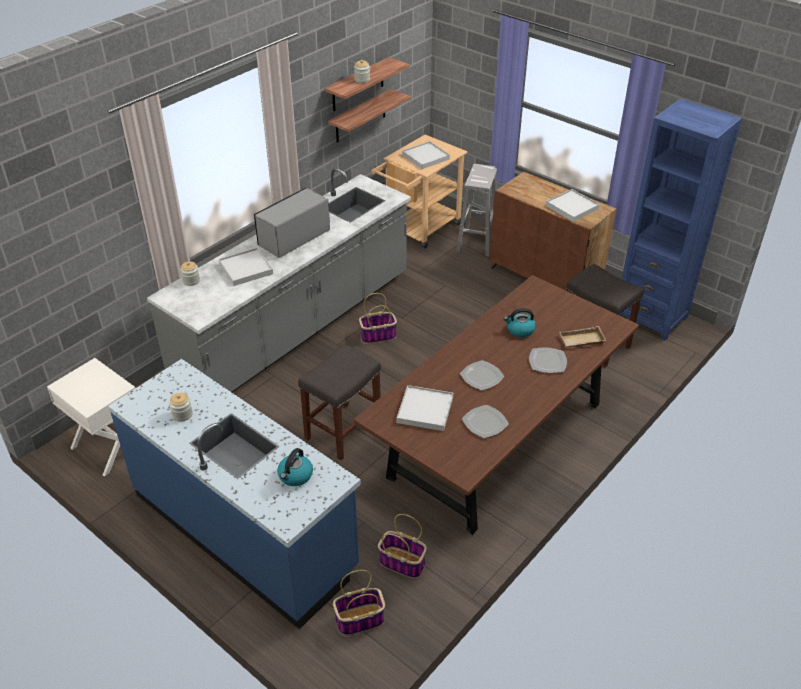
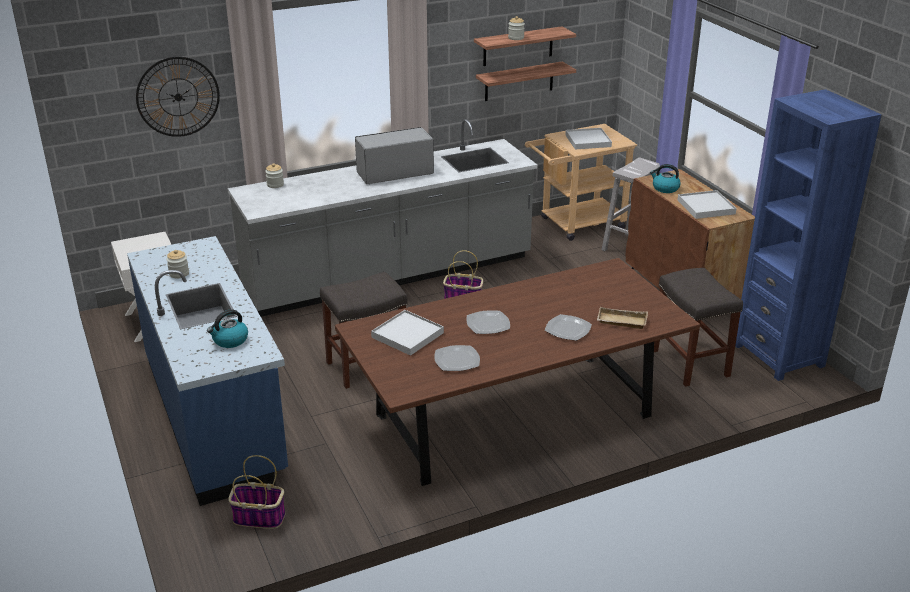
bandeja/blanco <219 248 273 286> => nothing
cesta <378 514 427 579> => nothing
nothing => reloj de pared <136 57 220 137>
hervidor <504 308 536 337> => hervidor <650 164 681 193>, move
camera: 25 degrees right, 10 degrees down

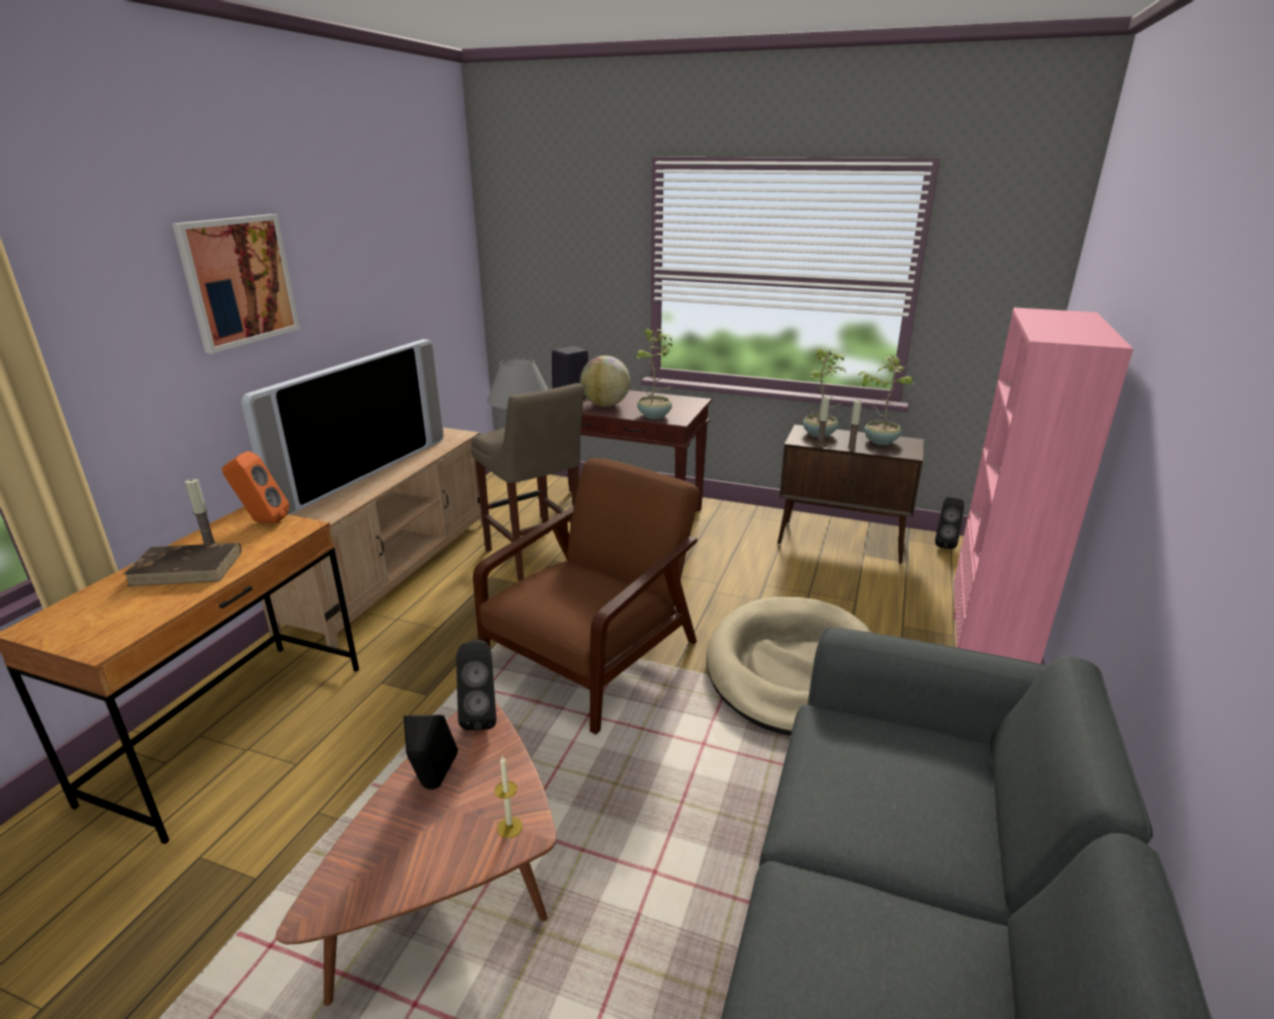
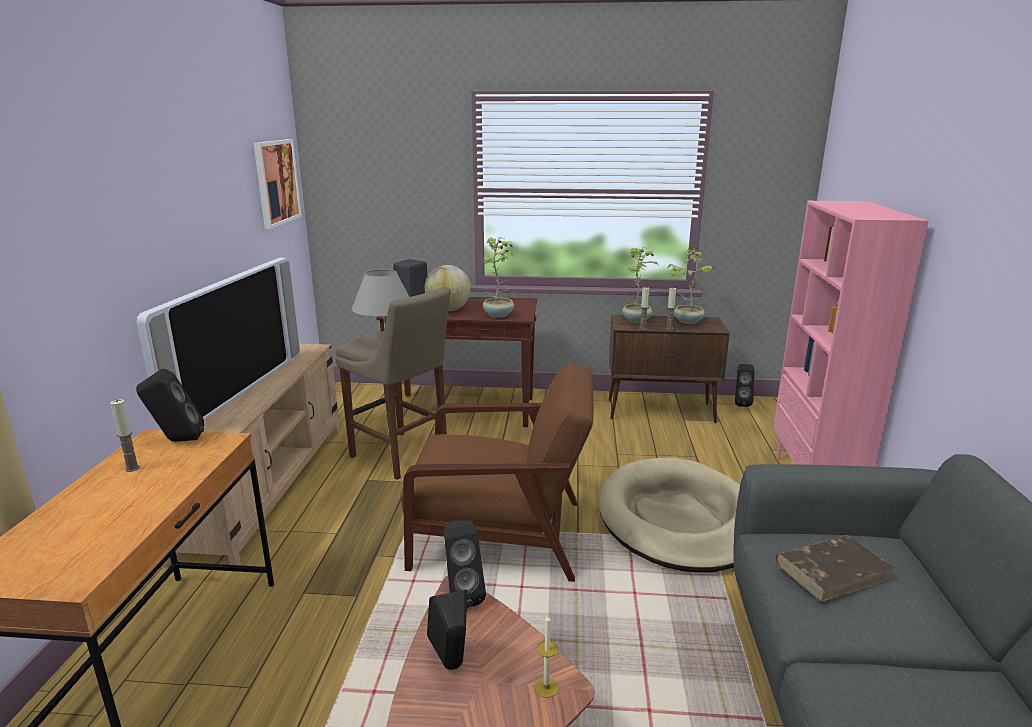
libro/marrón <123 543 241 586> => libro/marrón <776 535 895 602>, move
cuadro <172 214 300 354> => cuadro <254 139 302 229>, move
altavoz/naranja <222 451 289 523> => altavoz/negro <136 368 204 442>
sillón/marrón <473 458 700 735> => sillón/marrón <401 364 594 582>, 75 degrees clockwise
camera: 15 degrees left, 5 degrees down

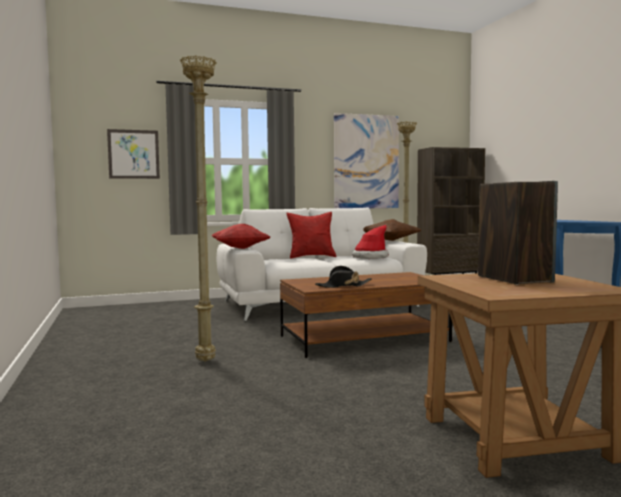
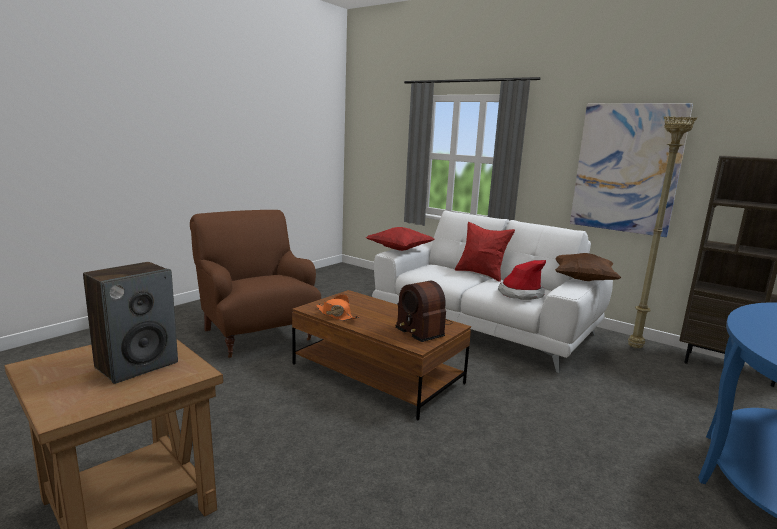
cuadro <107 129 160 179> => nothing
nothing => radio <395 281 453 342>
lámpara de pie/beis <180 55 217 362> => sillón/marrón <190 210 321 358>
sombrero/negro <315 266 372 288> => sombrero/naranja <316 294 360 321>
camera: 55 degrees right, 10 degrees up

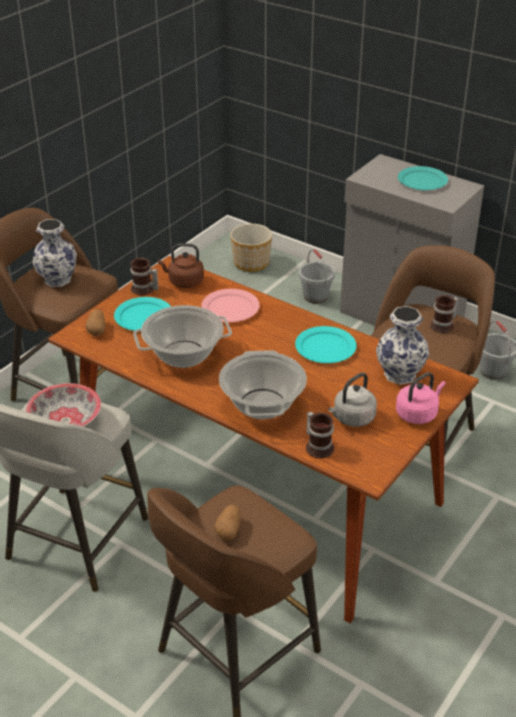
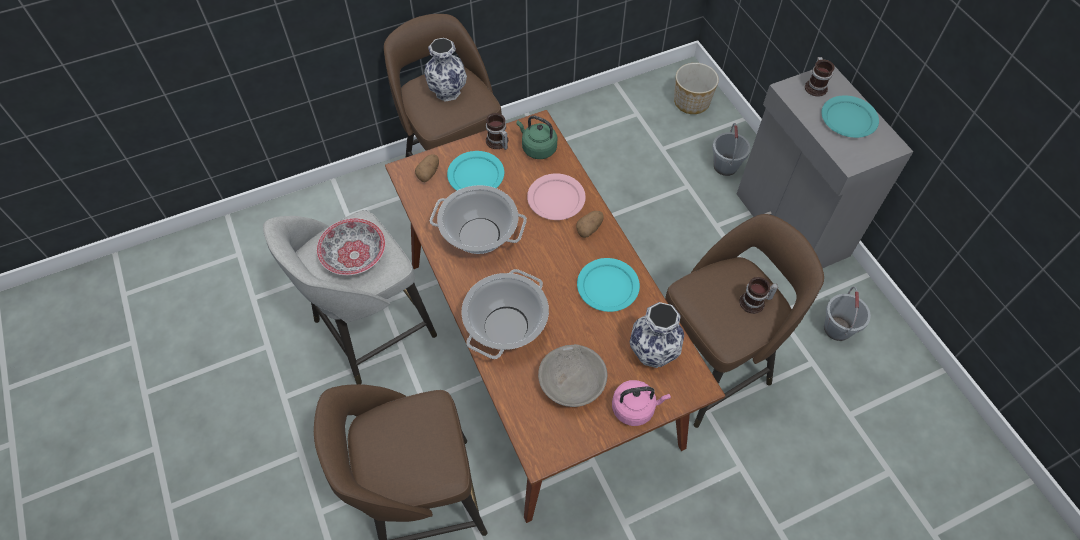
patata <215 505 240 541> => patata <576 211 604 238>, move
taza grande <306 411 334 458> => taza grande <805 57 835 97>, move
hervidor/gris <328 373 377 427> => cuenco/gris <538 344 607 407>
hervidor/marrón <158 243 204 288> => hervidor/verde <516 115 557 159>
camera: 30 degrees right, 20 degrees up

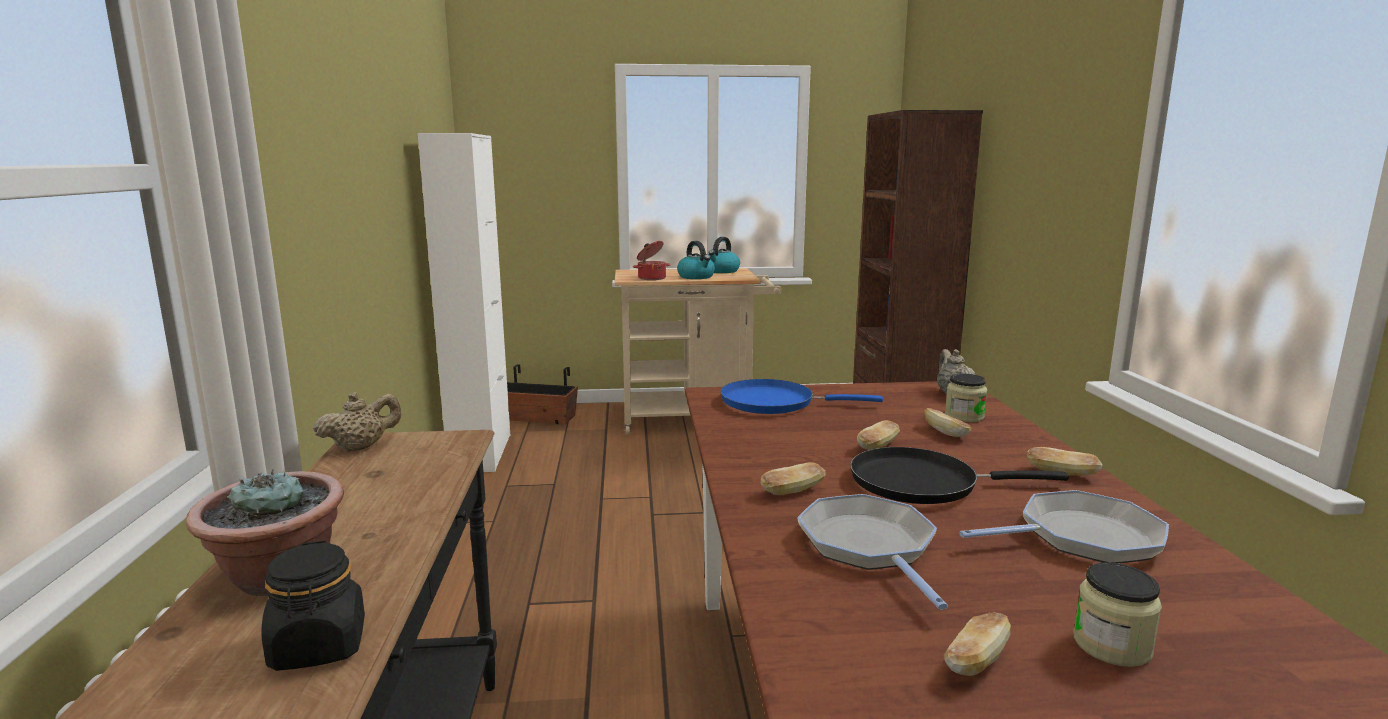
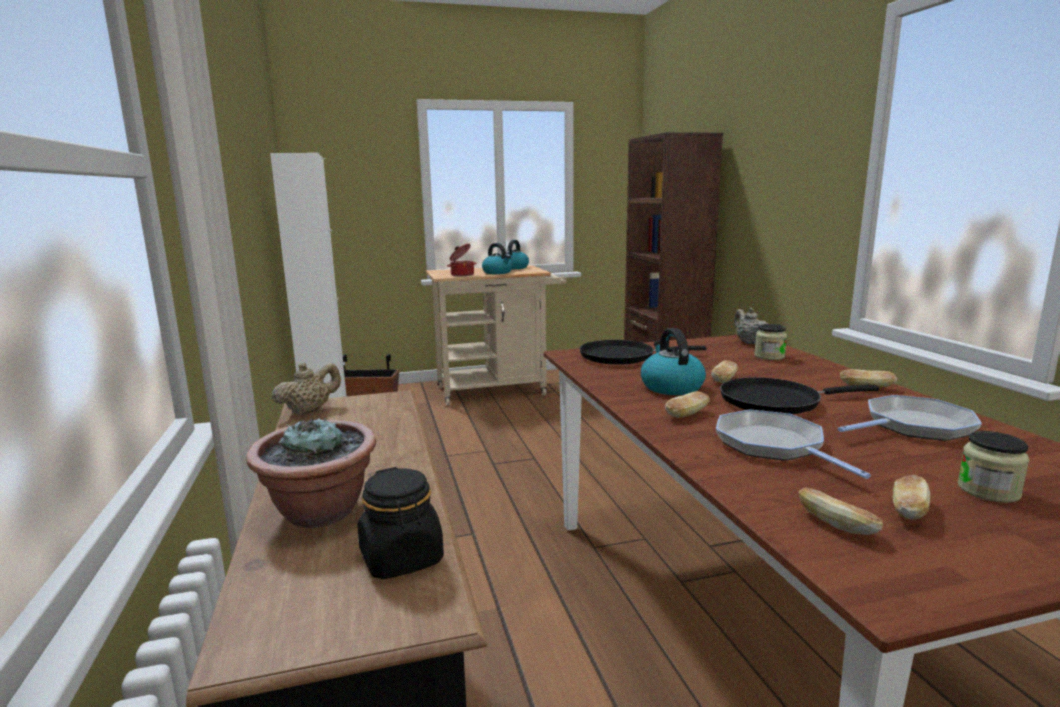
nothing => hervidor <641 328 706 395>
pan <924 408 971 437> => pan <799 487 883 535>, move
sartén/azul <720 379 883 414> => sartén/negro <580 340 706 365>
camera: 10 degrees left, 0 degrees up

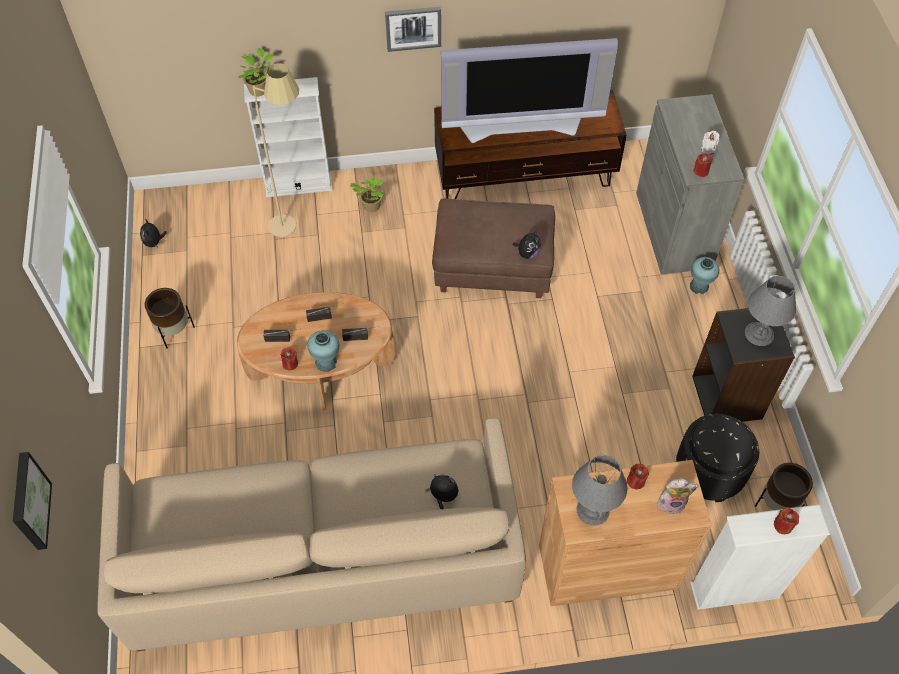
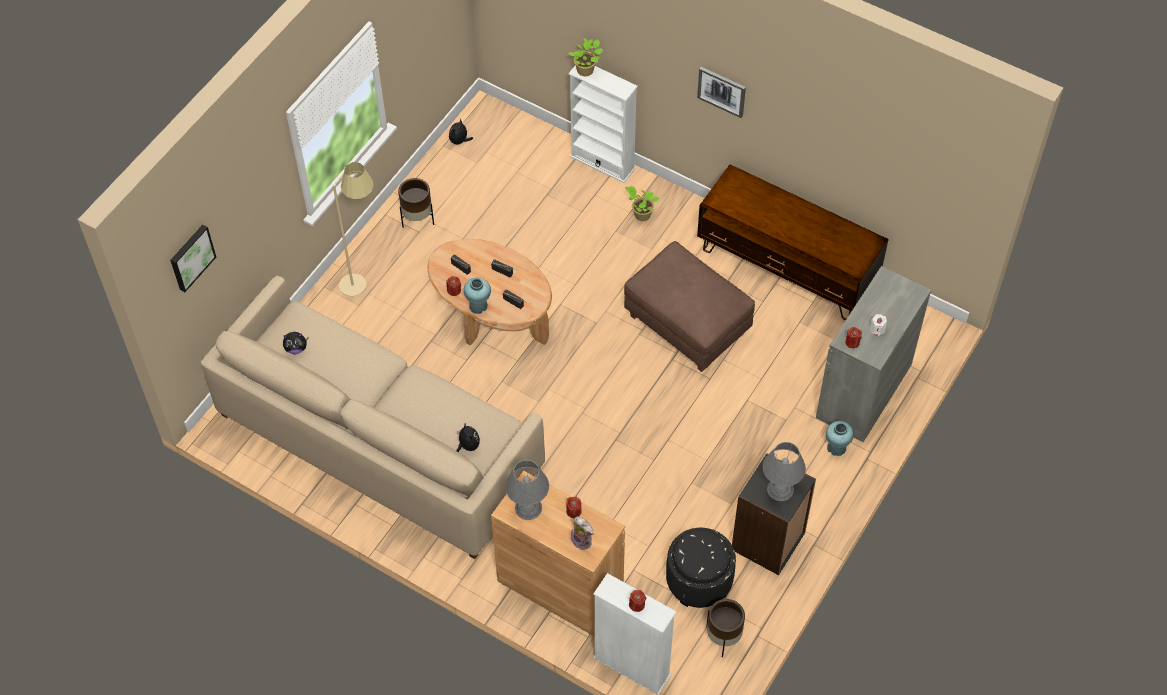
televisor <441 38 618 143> => nothing
lámpara de pie/beis <252 63 299 237> => lámpara de pie/beis <333 162 374 296>, move
peluche <513 231 541 259> => peluche <283 332 308 354>, move
camera: 40 degrees right, 0 degrees up

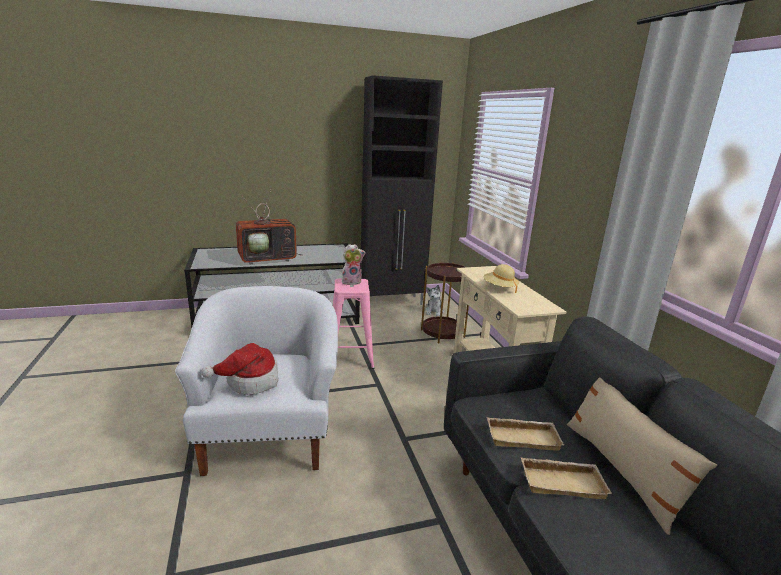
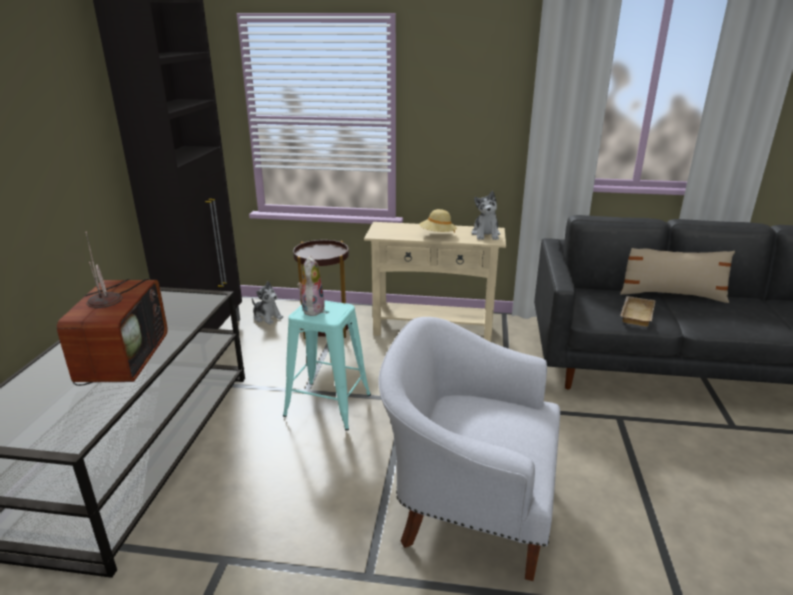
sombrero <201 343 279 394> => nothing
bandeja/beis <521 457 612 499> => nothing
nothing => peluche <471 191 500 240>
taburete/rosa <333 278 374 369> => taburete/turquesa <283 300 371 431>
camera: 65 degrees left, 5 degrees up

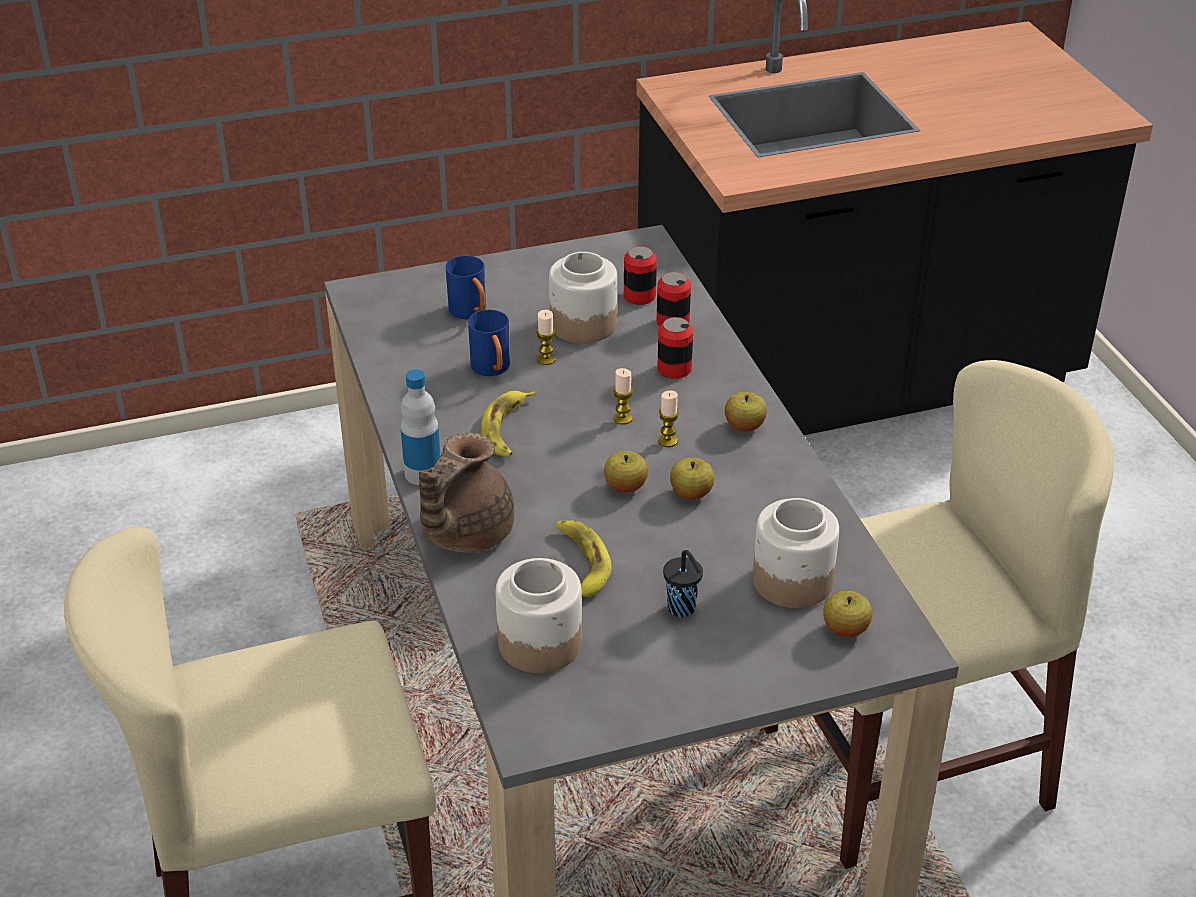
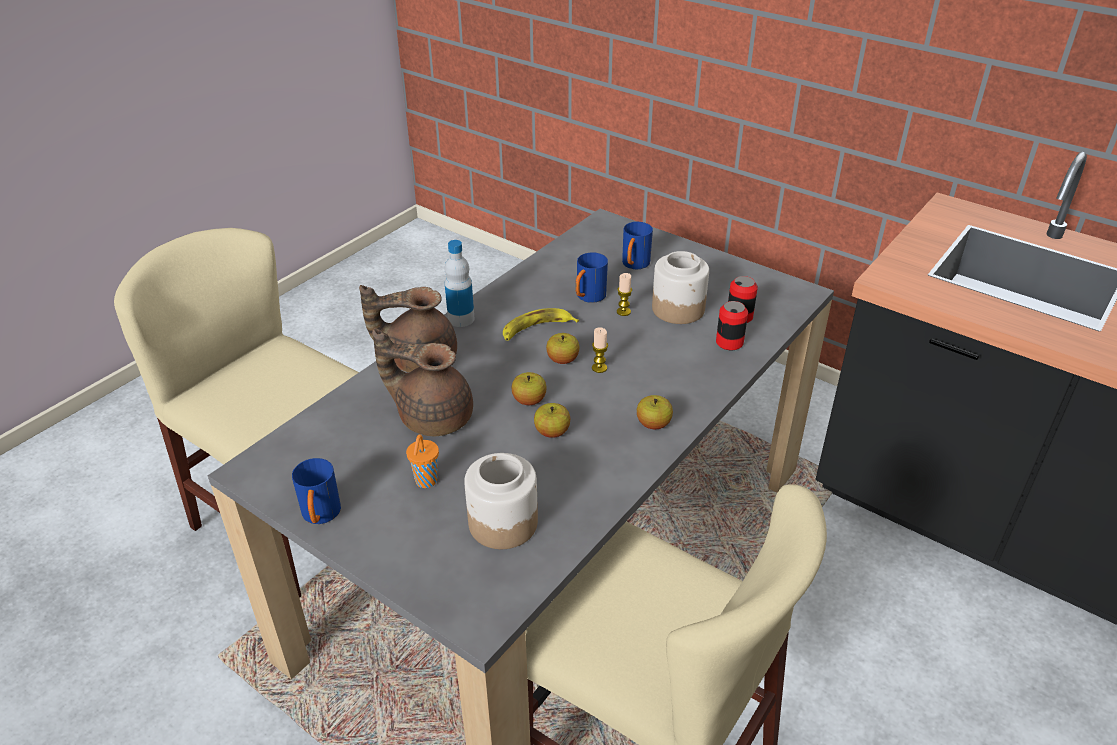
tarro <496 558 582 673> => nothing
lata <657 317 693 379> => nothing
vela <658 391 679 447> => nothing
nothing => taza grande/azul <292 458 341 524>
manzana <823 591 872 637> => manzana <546 333 579 364>, move
plátano <556 520 612 597> => tetera/marrón <372 328 473 436>
taza/negro <663 550 703 617> => taza/naranja <406 434 439 488>
camera: 55 degrees right, 0 degrees up

